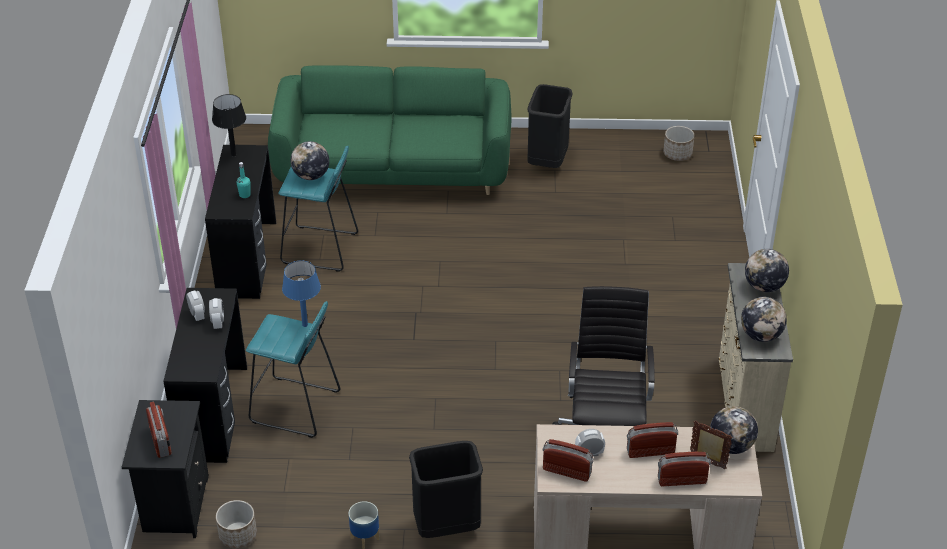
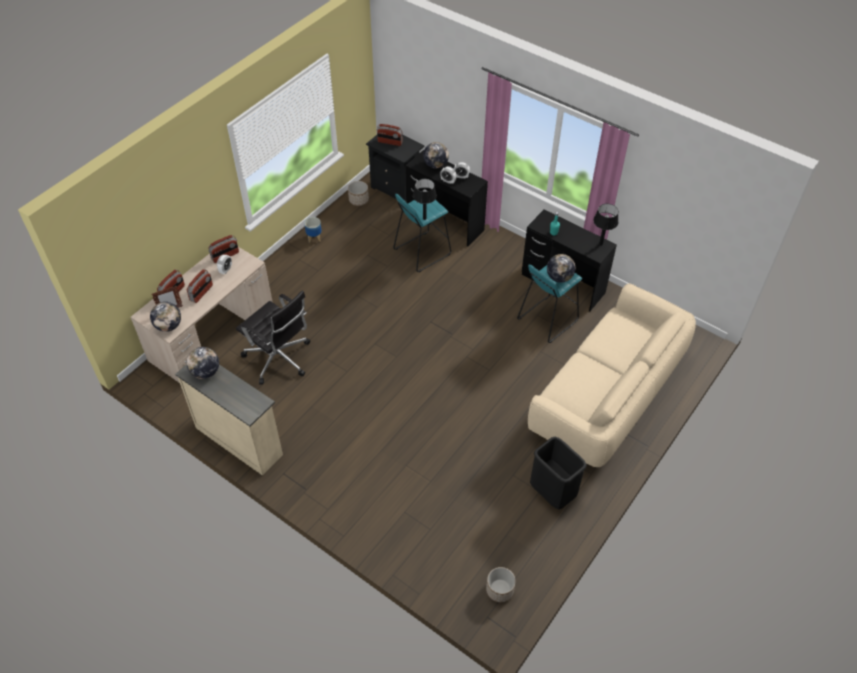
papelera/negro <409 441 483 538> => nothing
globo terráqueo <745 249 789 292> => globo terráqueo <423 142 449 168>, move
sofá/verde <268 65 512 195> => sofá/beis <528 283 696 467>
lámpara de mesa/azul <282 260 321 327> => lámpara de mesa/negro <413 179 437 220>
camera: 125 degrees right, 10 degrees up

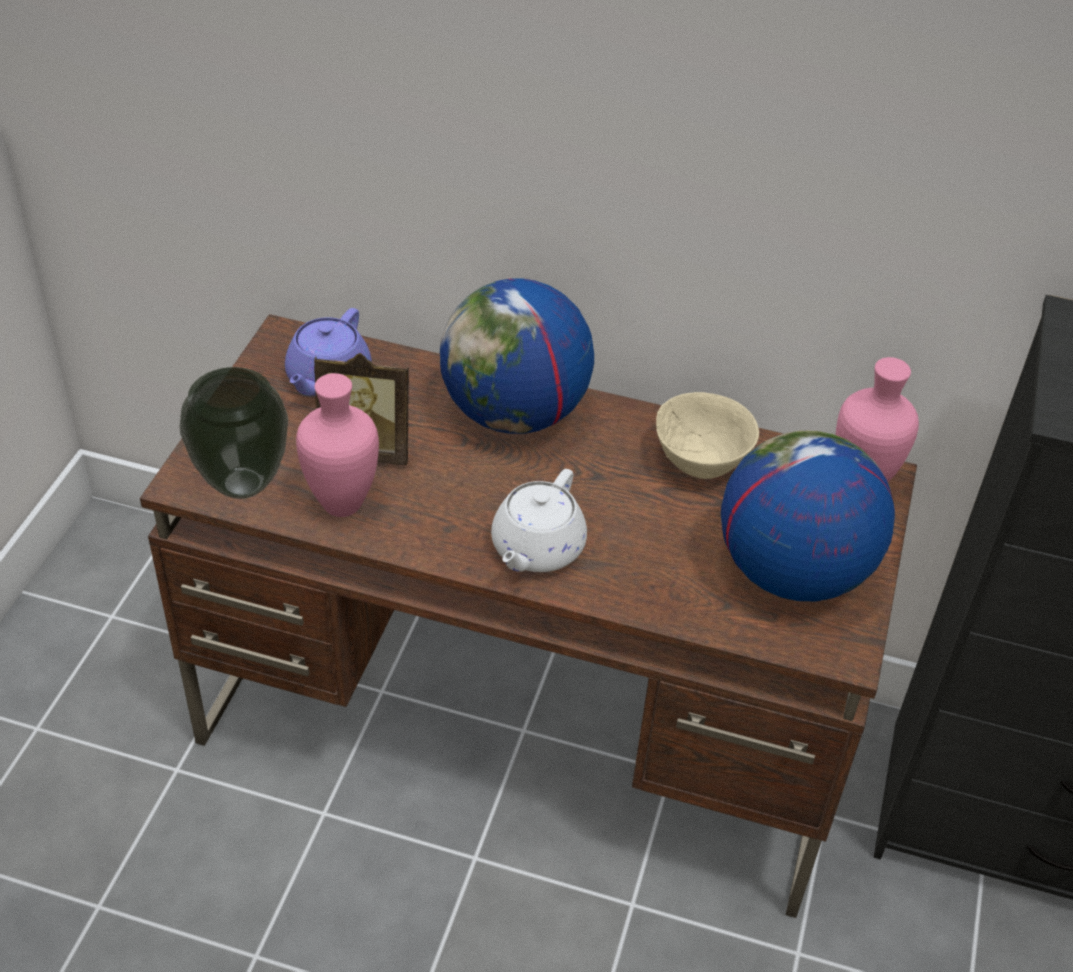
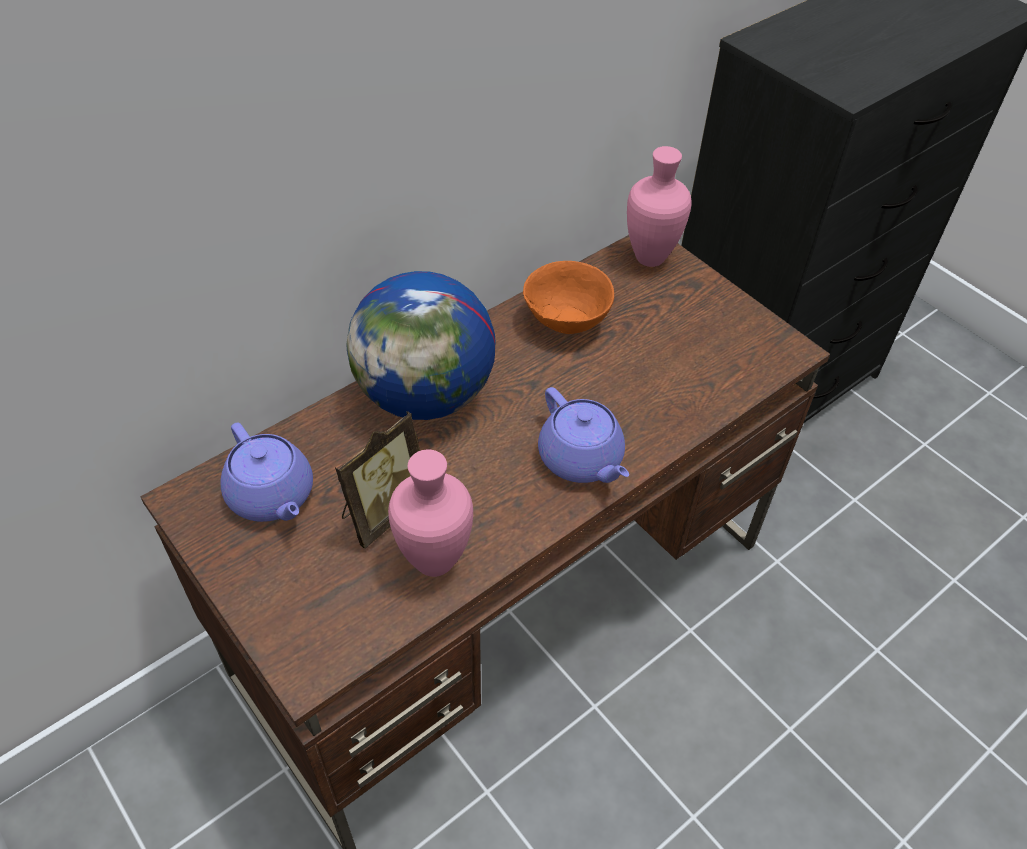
florero <179 367 288 499> => nothing
globo terráqueo <721 430 895 601> => nothing
tetera/blanco <491 469 587 572> => tetera/morado <538 387 629 483>
cuenco/beis <656 392 759 479> => cuenco/naranja <523 261 614 334>
camera: 55 degrees left, 5 degrees up

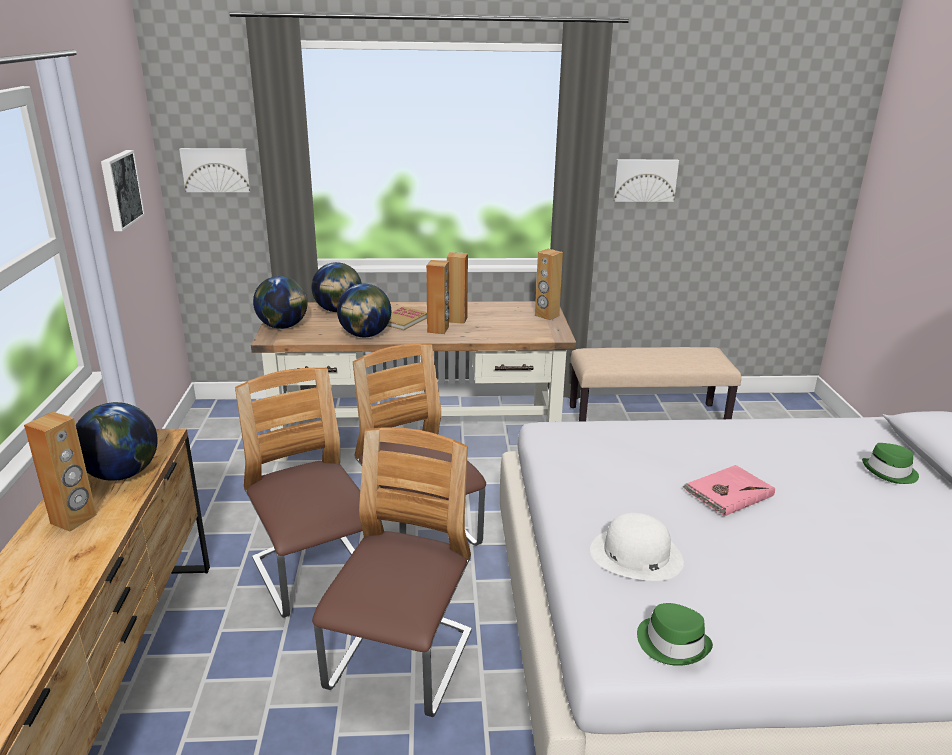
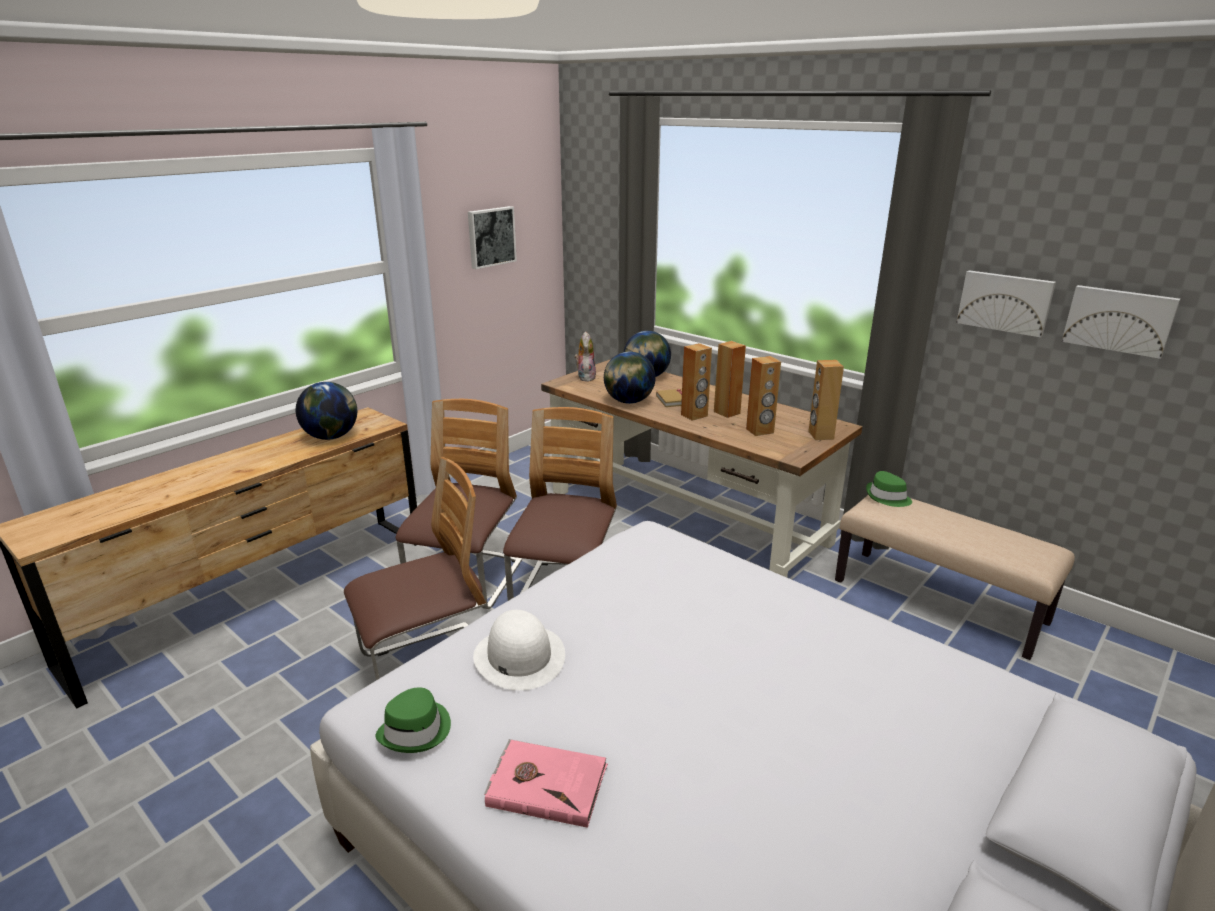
altavoz/marrón <24 412 97 532> => altavoz/marrón <746 356 781 436>, move
cuadro <179 148 251 192> => cuadro <1062 285 1180 359>, move
libro/rosa <683 465 775 516> => libro/rosa <484 739 608 828>, move
sombrero/verde <862 443 919 484> => sombrero/verde <866 471 912 507>, move
globo terráqueo <253 276 308 329> => peluche <575 332 596 382>
camera: 45 degrees right, 0 degrees up

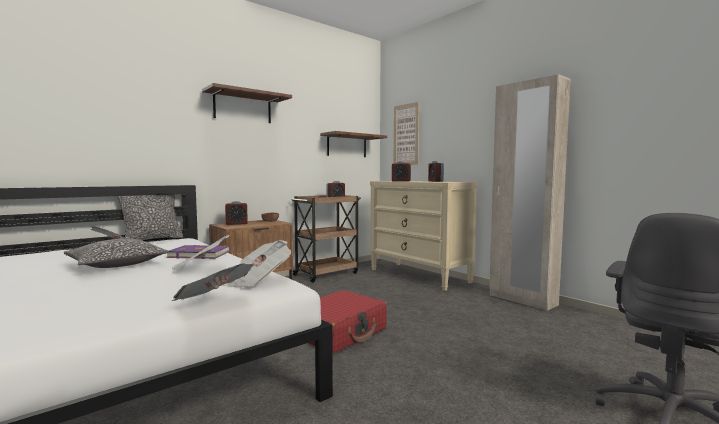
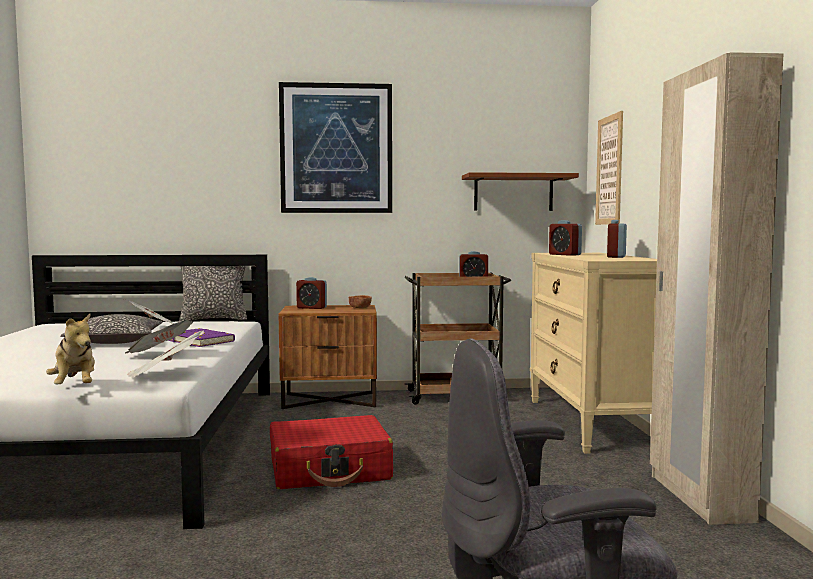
periódico <172 263 254 301> => peluche <46 314 95 384>
estante/marrón <202 83 292 123> => cuadro <279 82 392 213>
camera: 35 degrees right, 0 degrees up

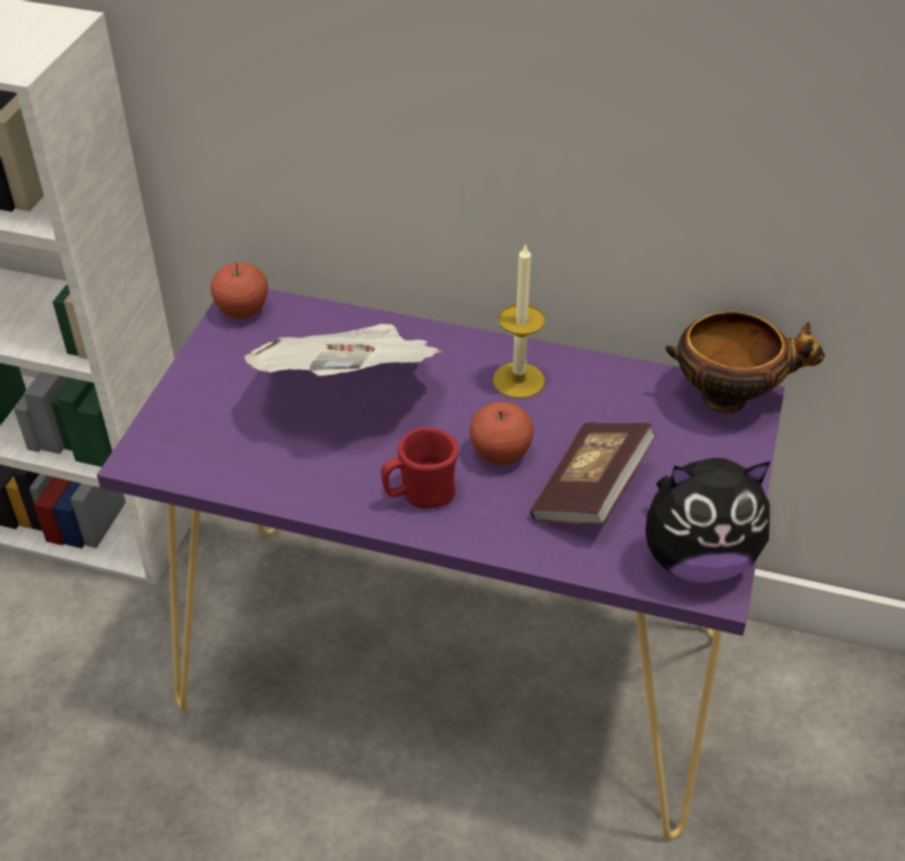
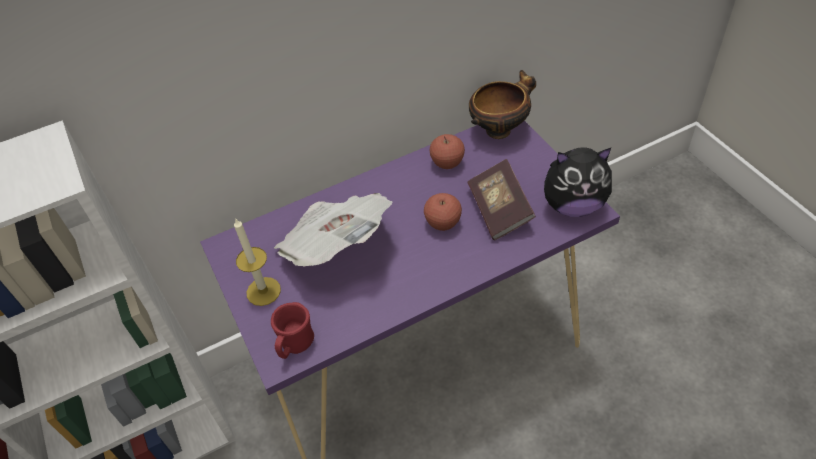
manzana <210 262 268 319> => manzana <430 134 465 169>, move
taza grande/rojo <381 427 458 509> => taza grande/rojo <271 302 314 359>, move
vela <493 243 545 399> => vela <234 218 281 306>, move
peluche <645 458 771 584> => peluche <544 147 612 217>, 45 degrees clockwise
camera: 40 degrees left, 5 degrees up

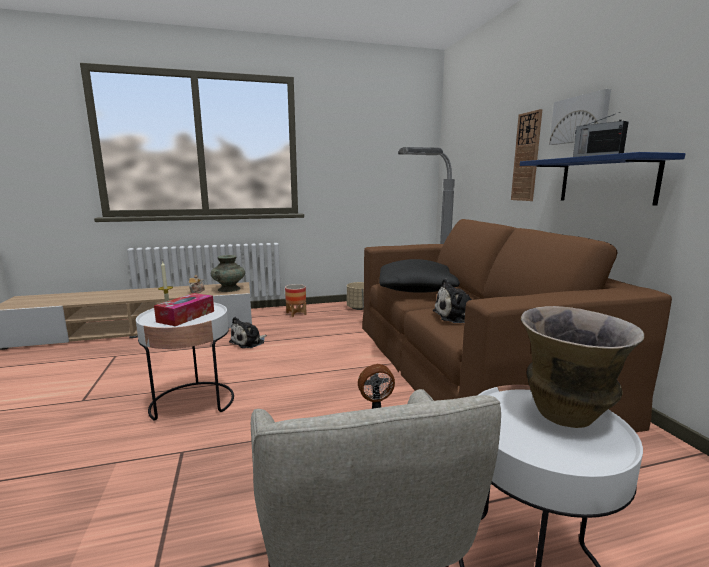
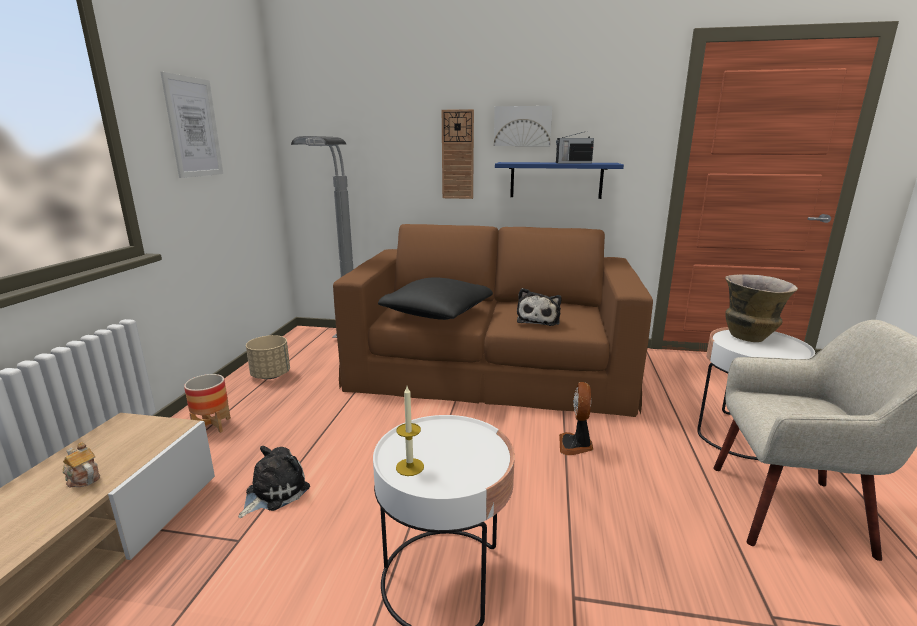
caja de pañuelos <154 293 214 326> => nothing
florero/turquesa <211 255 245 292> => nothing
nothing => cuadro <161 72 223 178>
peluche <229 317 267 348> => peluche <238 446 310 518>, 120 degrees counterclockwise
camera: 65 degrees left, 5 degrees up

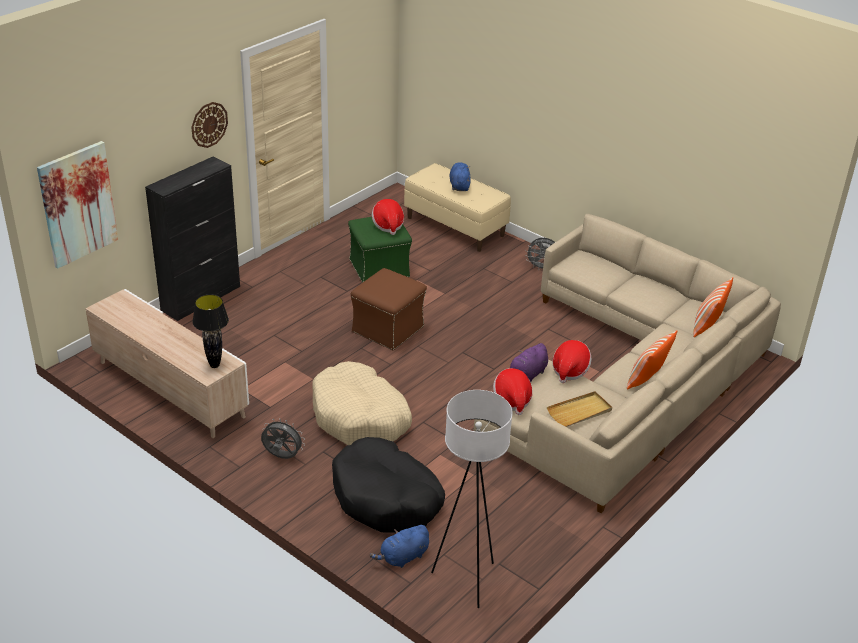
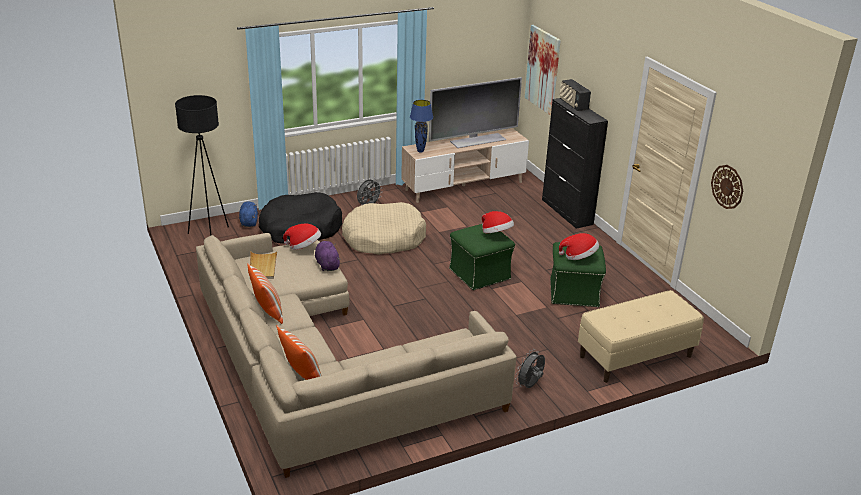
peluche/azul <449 162 471 191> => nothing
nothing => televisor <429 77 522 148>
nothing => radio <560 79 591 111>
reloj de pared <191 102 228 148> => reloj de pared <711 165 743 209>, move
sombrero <552 340 592 383> => sombrero <482 211 514 233>, move
lámpara de mesa/negro <192 294 229 368> => lámpara de mesa/azul <410 100 433 153>
puf/marrón <351 268 427 350> => puf/verde <449 224 515 290>
lámpara de pie/blanco <431 390 513 608> => lámpara de pie/negro <175 95 229 236>
camera: 115 degrees right, 5 degrees down

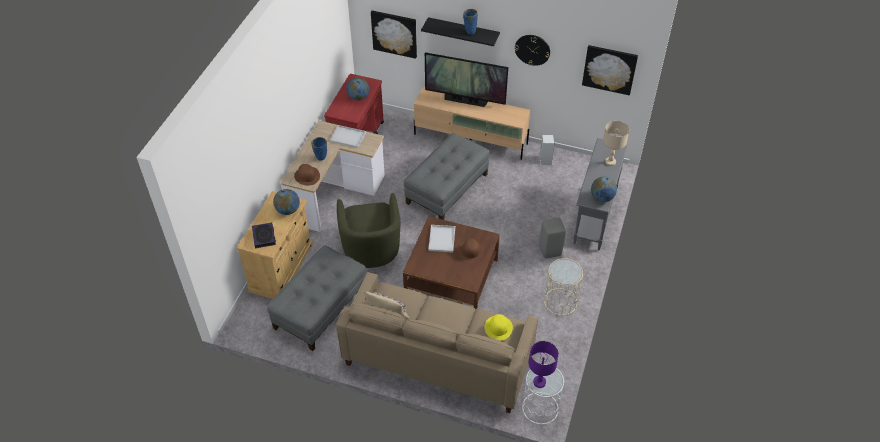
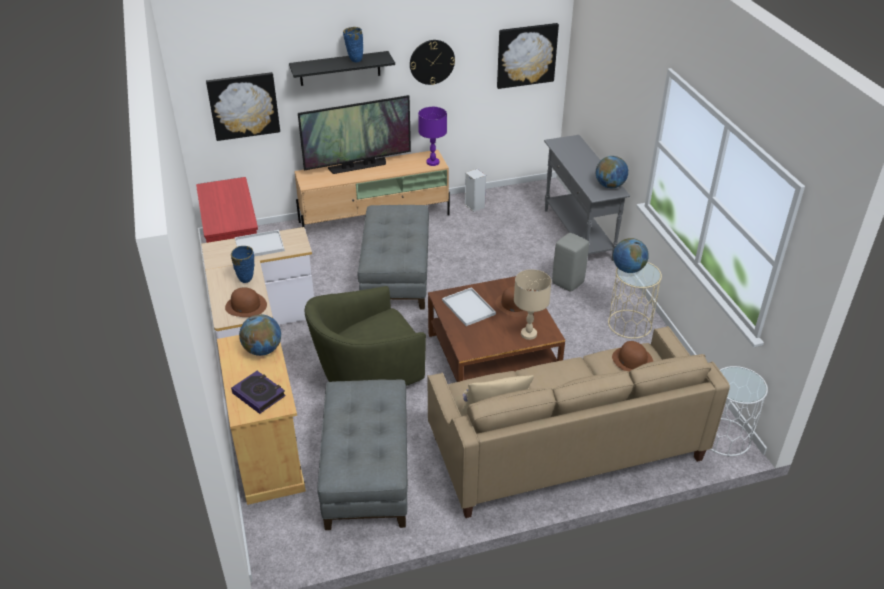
globo terráqueo <346 77 369 101> => globo terráqueo <613 238 649 273>, move
lámpara de mesa/morado <528 341 559 388> => lámpara de mesa/morado <418 107 447 166>, move
lámpara de mesa/beis <603 121 629 166> => lámpara de mesa/beis <514 269 552 340>, move
sombrero/amarillo <485 314 513 341> => sombrero/marrón <612 341 653 371>
sillón/verde <337 193 400 268> => sillón/verde <305 286 426 386>, 105 degrees clockwise
camera: 35 degrees left, 10 degrees down

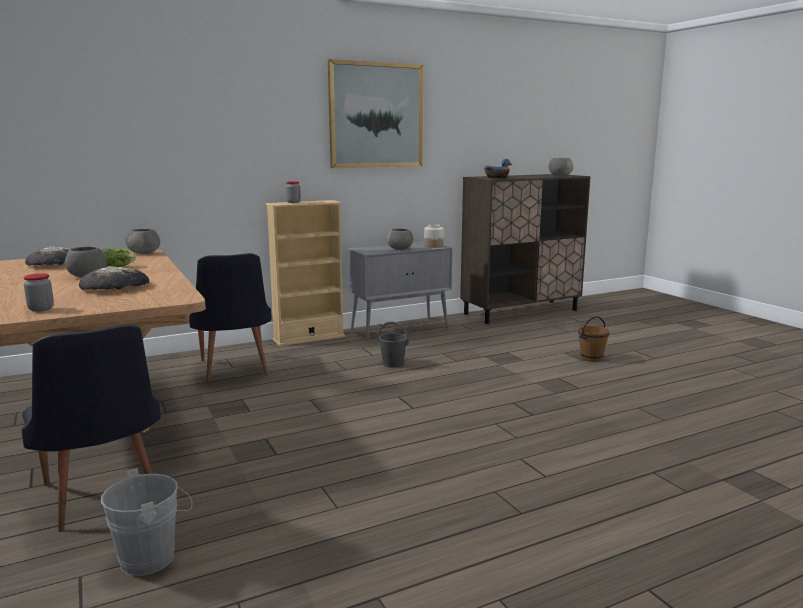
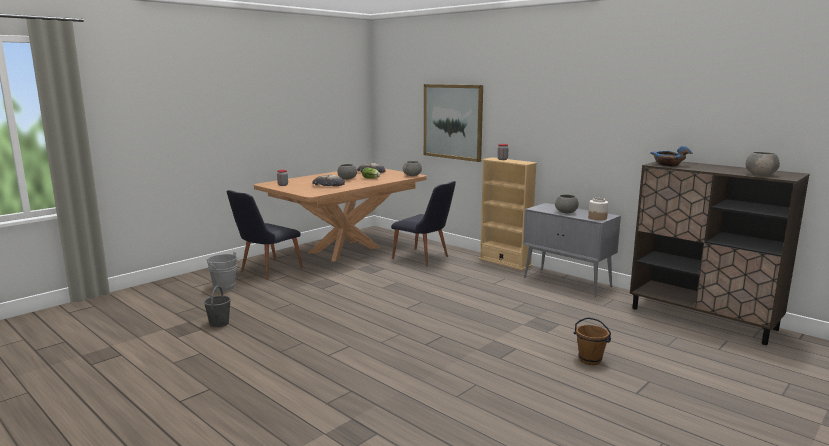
cuadro <328 59 423 168> => cuadro <424 84 483 162>, move
cubo/gris <378 321 409 368> => cubo/gris <204 285 231 327>, move
silla/negro <189 253 272 382> => silla/negro <391 181 456 266>, 105 degrees counterclockwise
camera: 70 degrees right, 0 degrees up

